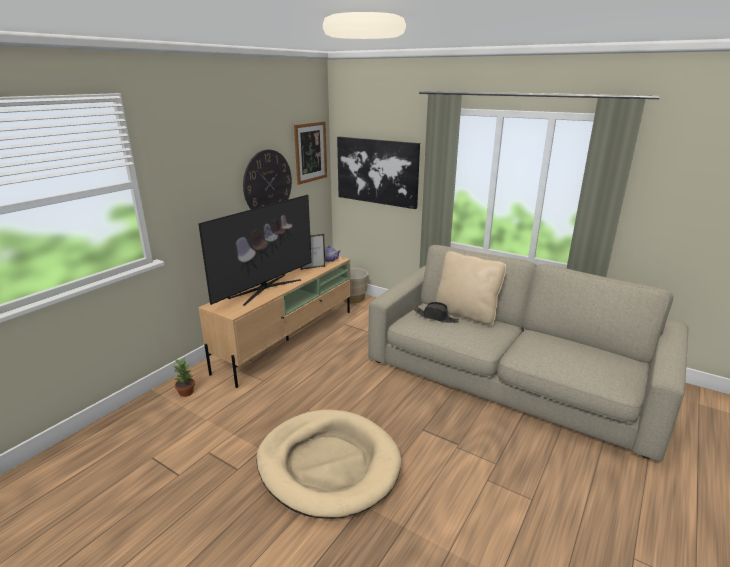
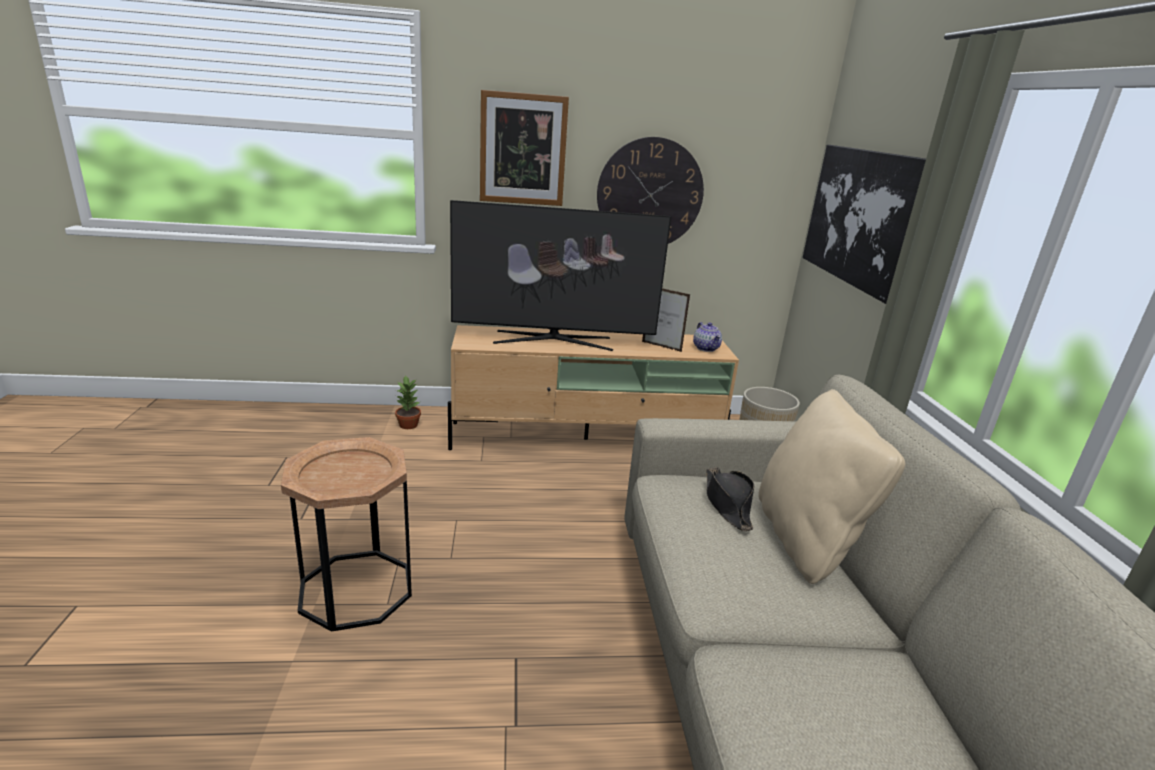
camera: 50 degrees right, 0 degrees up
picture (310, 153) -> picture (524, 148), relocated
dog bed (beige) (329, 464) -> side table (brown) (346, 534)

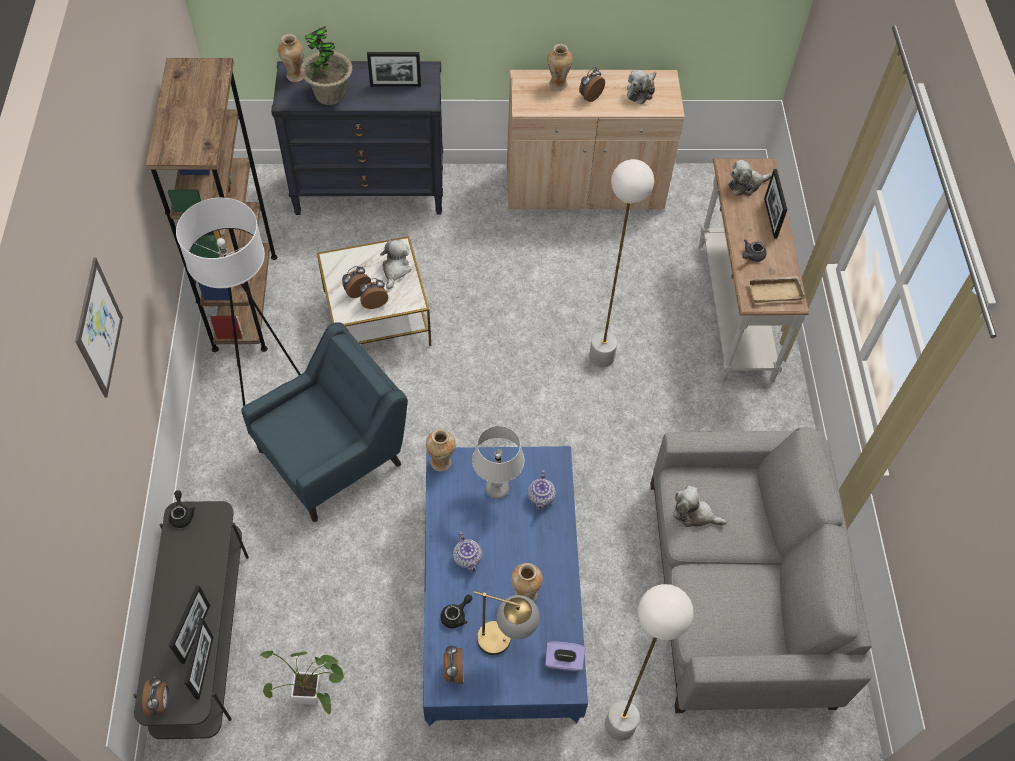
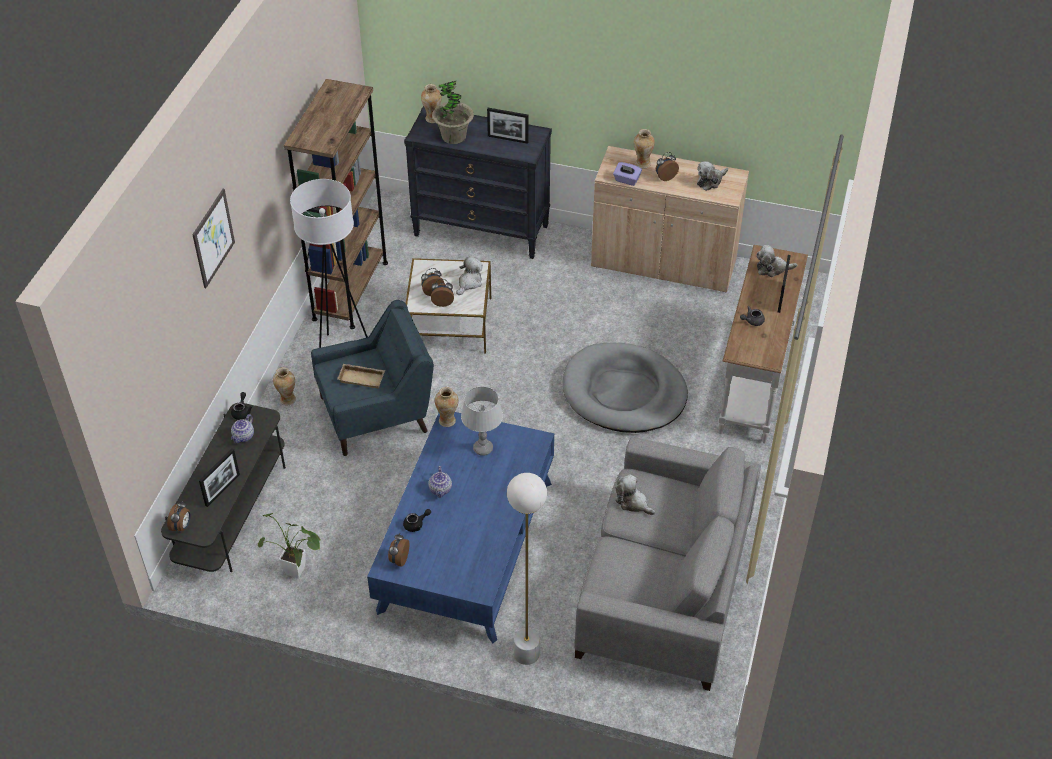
camera: 20 degrees right, 10 degrees down
floor lamp (white) (621, 263) -> dog bed (grey) (625, 388)
tray (beige) (776, 289) -> tray (beige) (361, 376), relocated
teapot (541, 490) -> teapot (242, 428), relocated
vase (527, 582) -> vase (284, 386), relocated
table lamp (507, 623) -> none
picture frame (198, 658) -> none
tissue box (purple) (565, 656) -> tissue box (purple) (627, 174), relocated

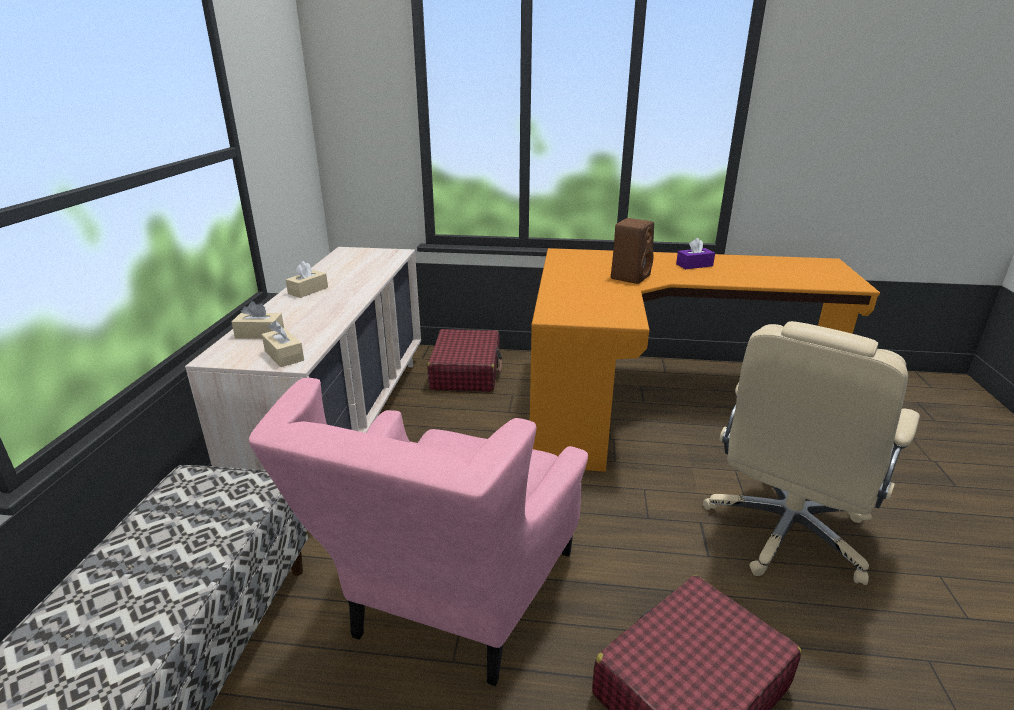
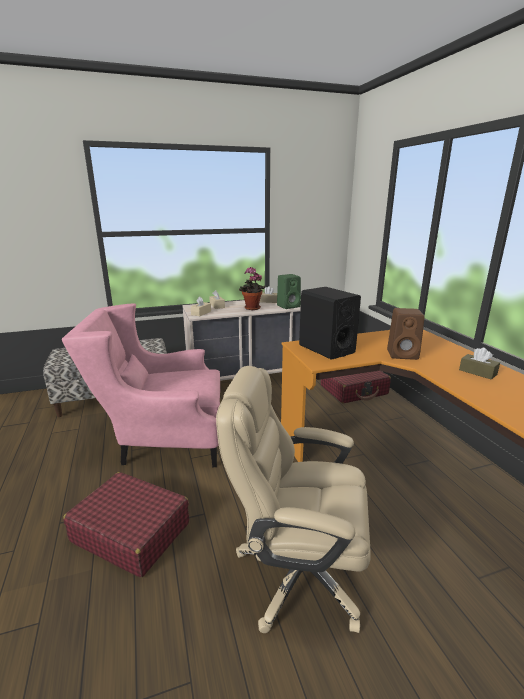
camera: 65 degrees right, 5 degrees down
tissue box (purple) (695, 253) -> tissue box (brown) (479, 364)
none -> potted plant (252, 288)
none -> speaker (green) (289, 291)
none -> speaker (black) (330, 323)

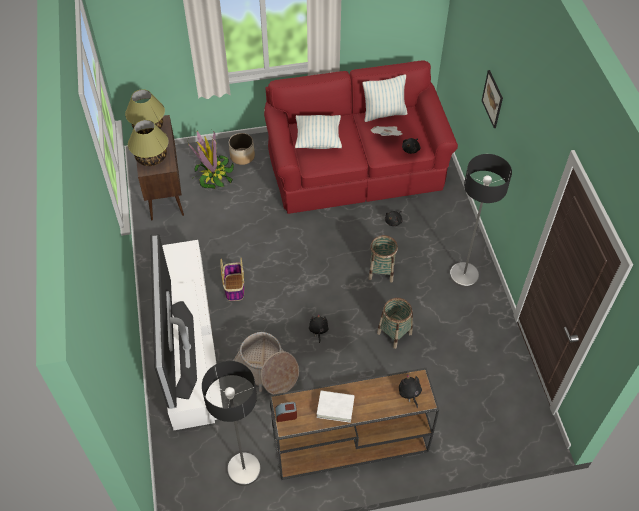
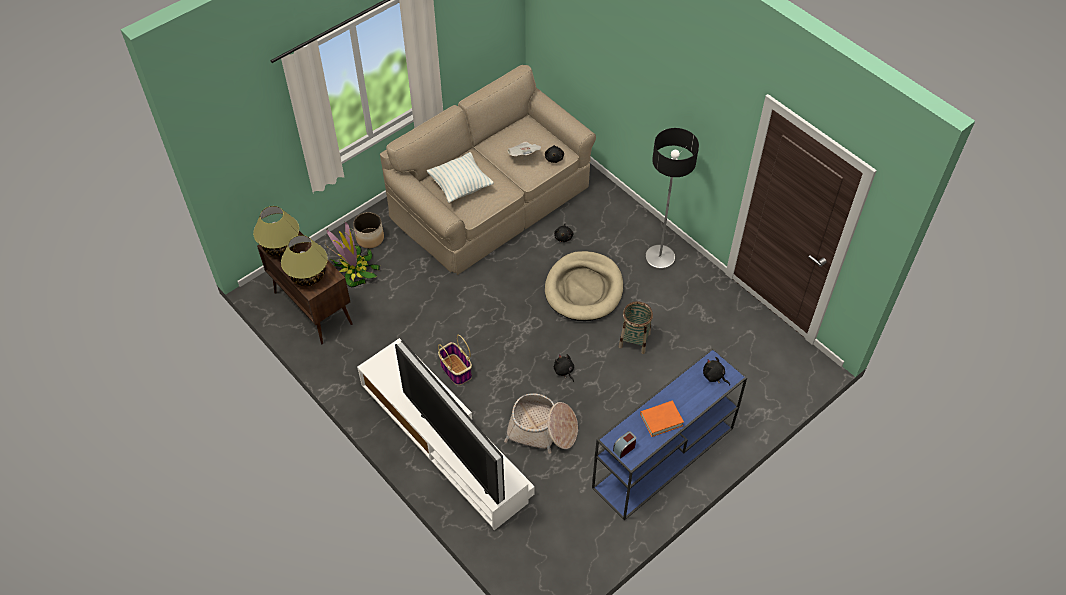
camera: 30 degrees left, 0 degrees up
sofa (red) (361, 137) -> sofa (beige) (488, 170)
picture (492, 99) -> none
pillow (385, 98) -> none
basket (383, 258) -> dog bed (beige) (584, 286)
floor lamp (231, 423) -> none
console table (brown) (354, 424) -> console table (blue) (669, 434)
book (white) (336, 407) -> book (orange) (662, 419)

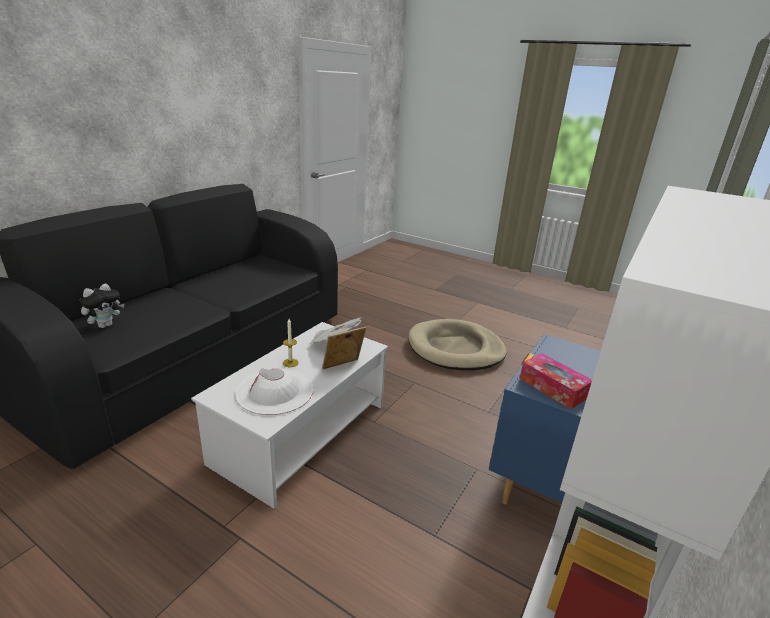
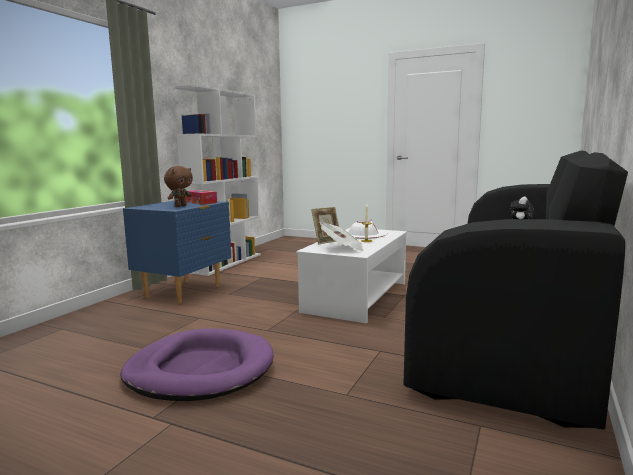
camera: 175 degrees right, 15 degrees down
dog bed (beige) (457, 344) -> dog bed (purple) (196, 364)
none -> plush toy (brown) (178, 186)

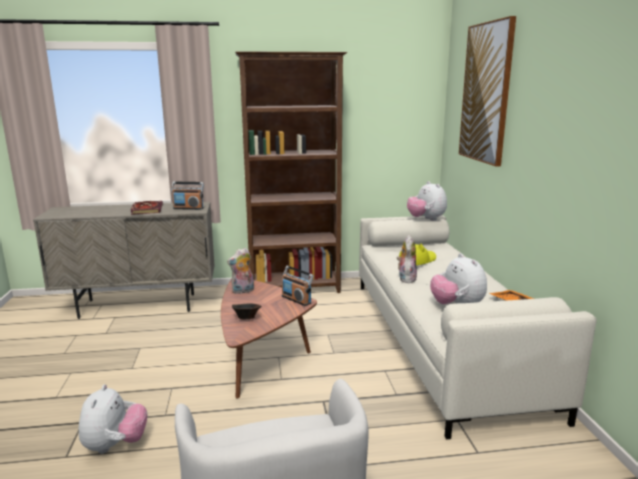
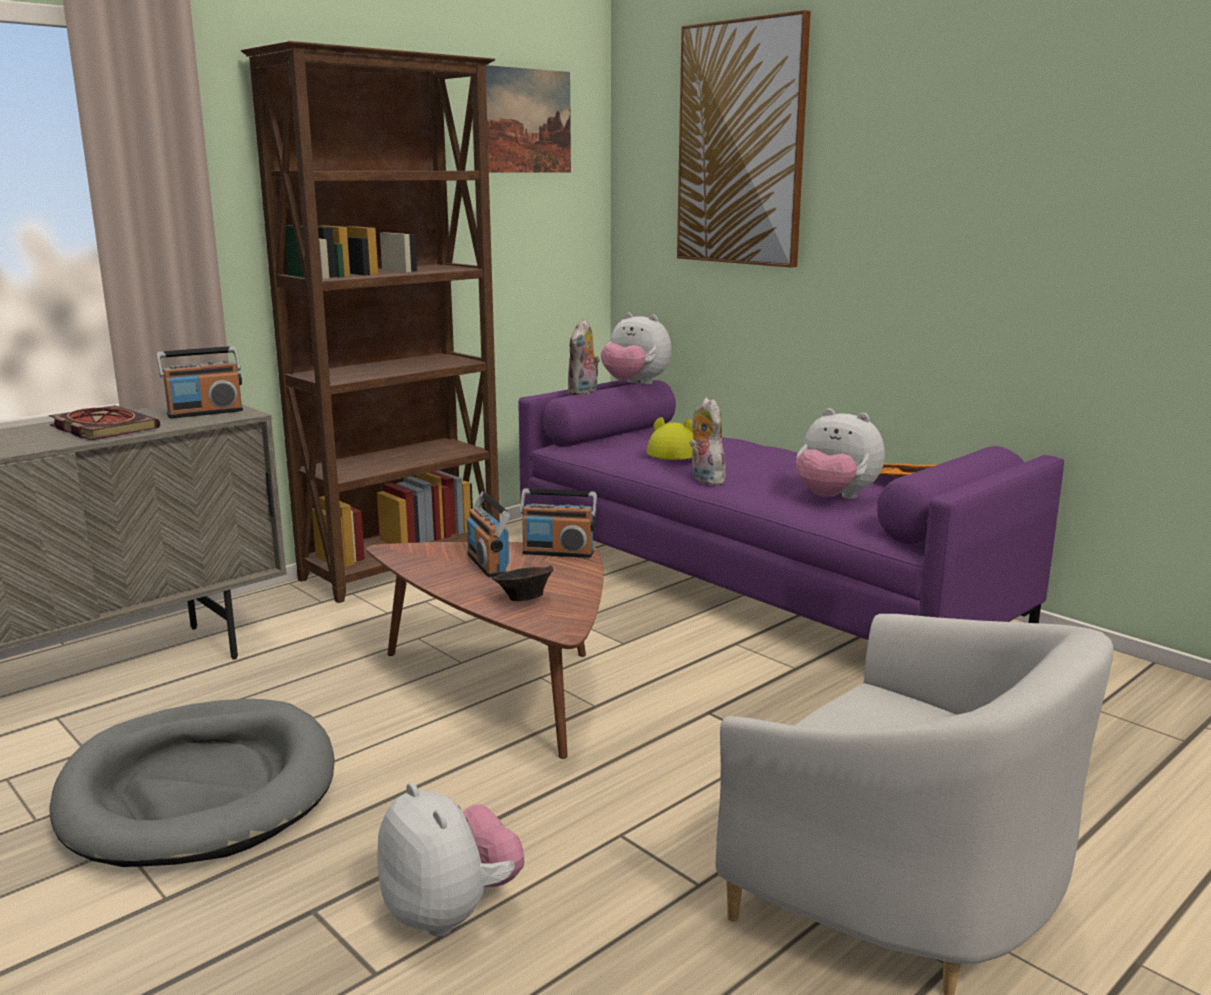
camera: 35 degrees left, 0 degrees up
sofa (beige) (478, 327) -> sofa (purple) (791, 510)
plush toy (240, 271) -> plush toy (583, 357), relocated
none -> picture (521, 119)
none -> radio (489, 534)
none -> dog bed (grey) (192, 783)

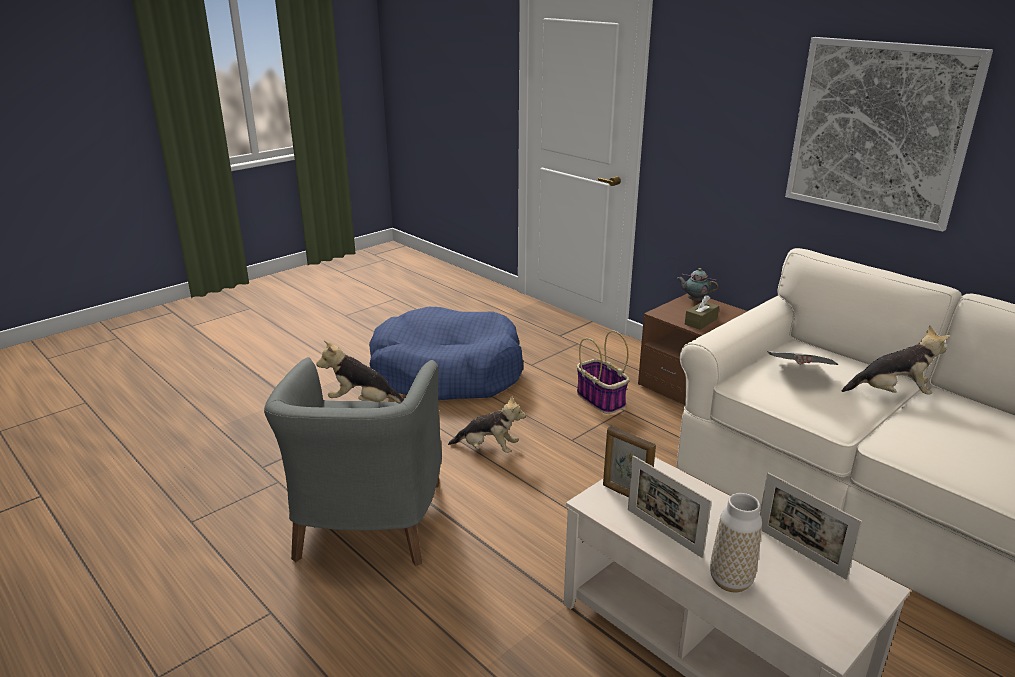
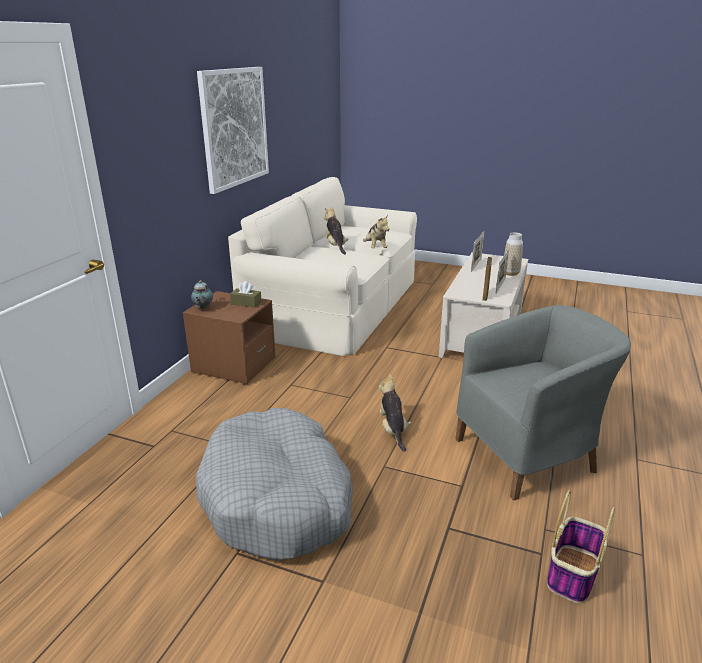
camera: 115 degrees left, 0 degrees up
dog bed (blue) (446, 353) -> dog bed (grey) (274, 484)
basket (603, 372) -> basket (581, 546), relocated
plush toy (360, 372) -> plush toy (376, 231), relocated
newspaper (803, 358) -> none

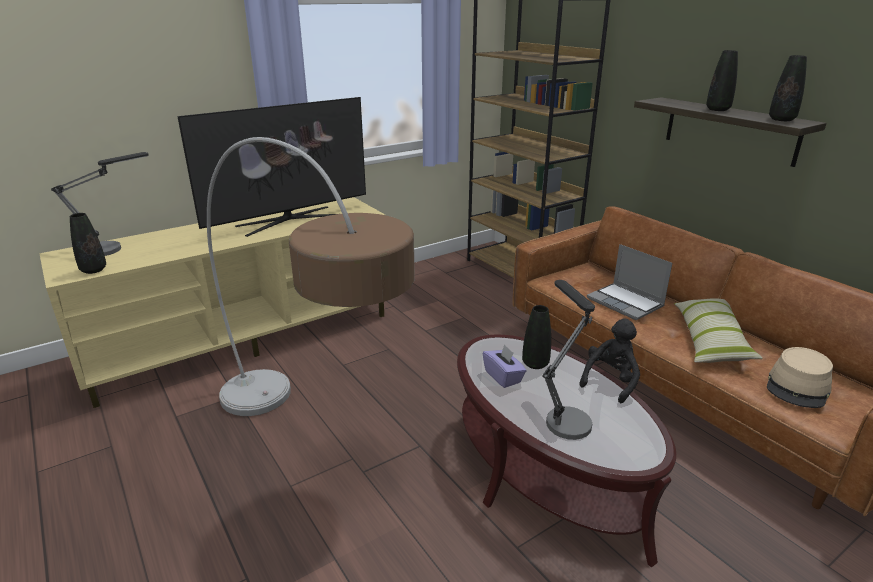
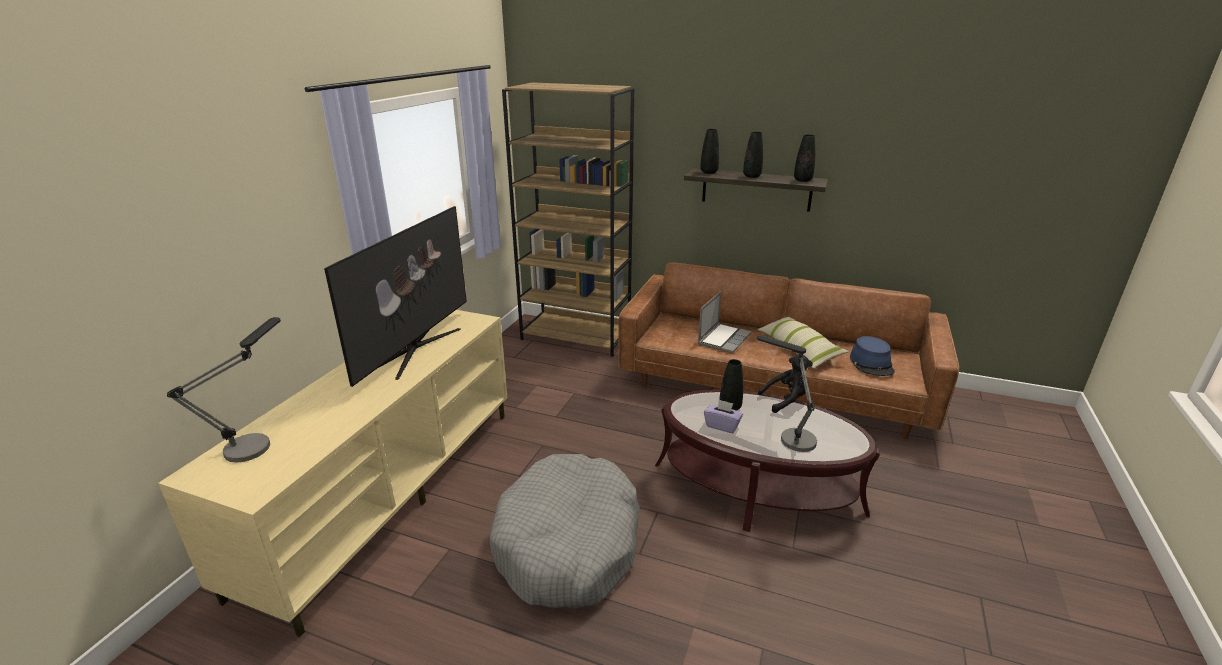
camera: 35 degrees left, 0 degrees up
floor lamp (311, 276) -> dog bed (grey) (564, 531)
vase (black) (88, 243) -> vase (black) (709, 151), relocated
laptop (629, 282) -> laptop (724, 322), 75 degrees counterclockwise
plush toy (black) (609, 360) -> plush toy (black) (785, 384), 75 degrees clockwise
hat (beige) (800, 377) -> hat (blue) (872, 356)

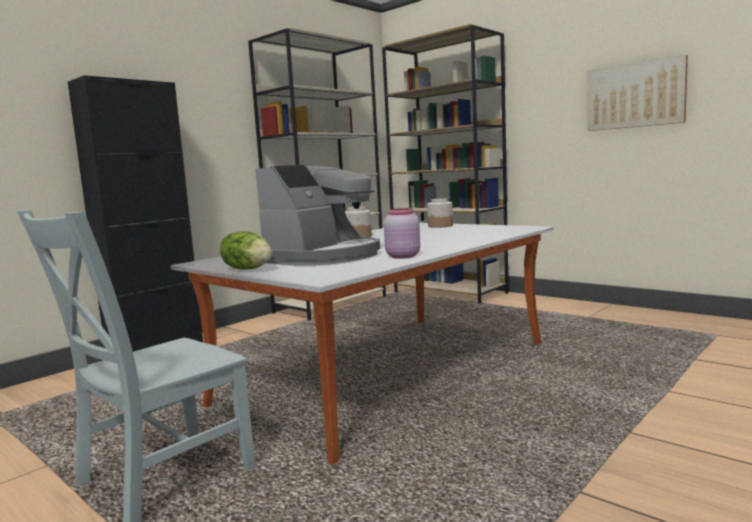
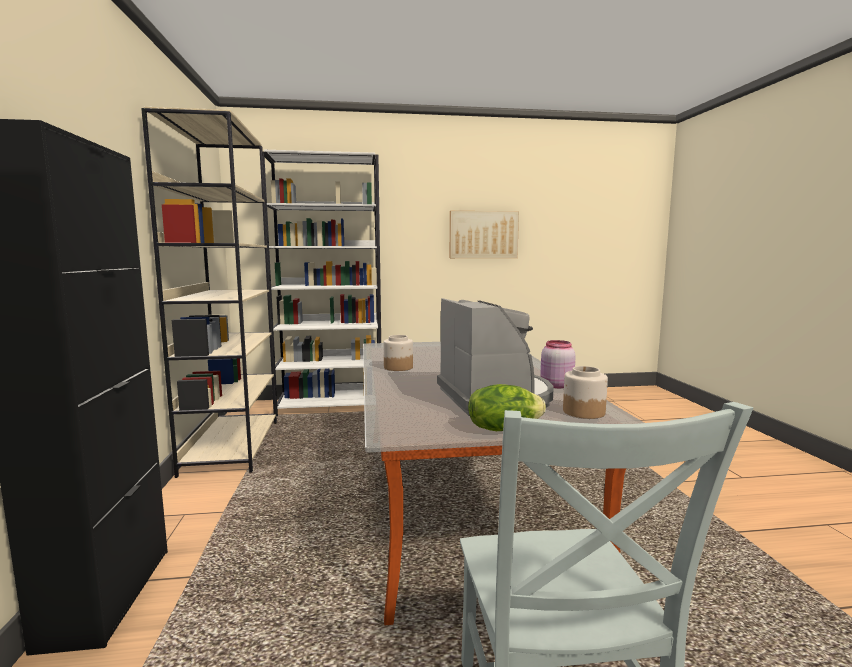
camera: 50 degrees left, 0 degrees up
bookcase (brown) (445, 164) -> bookcase (white) (322, 283)
jar (440, 213) -> jar (585, 392), relocated

